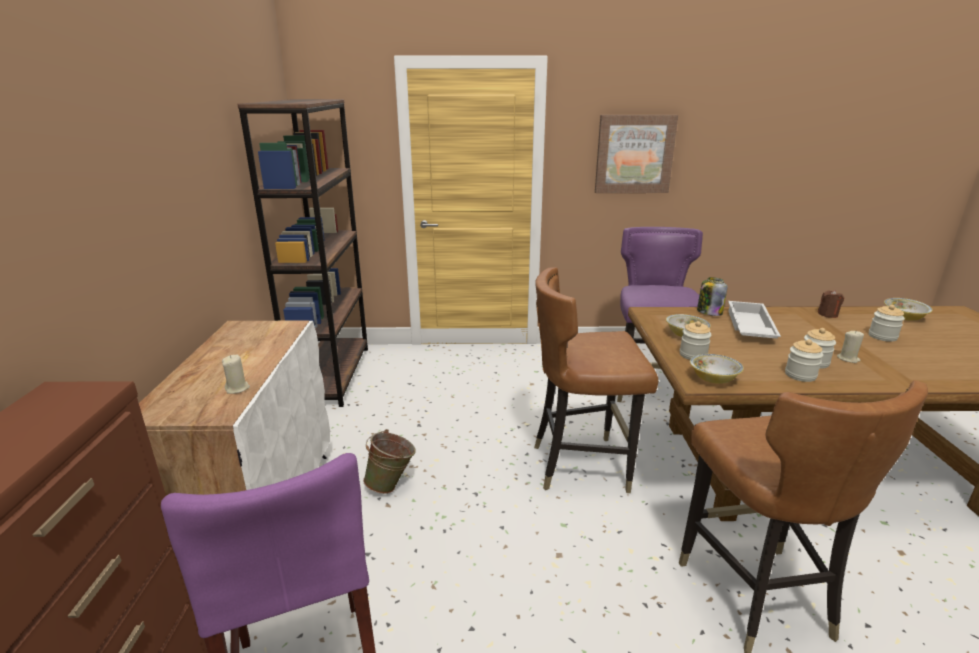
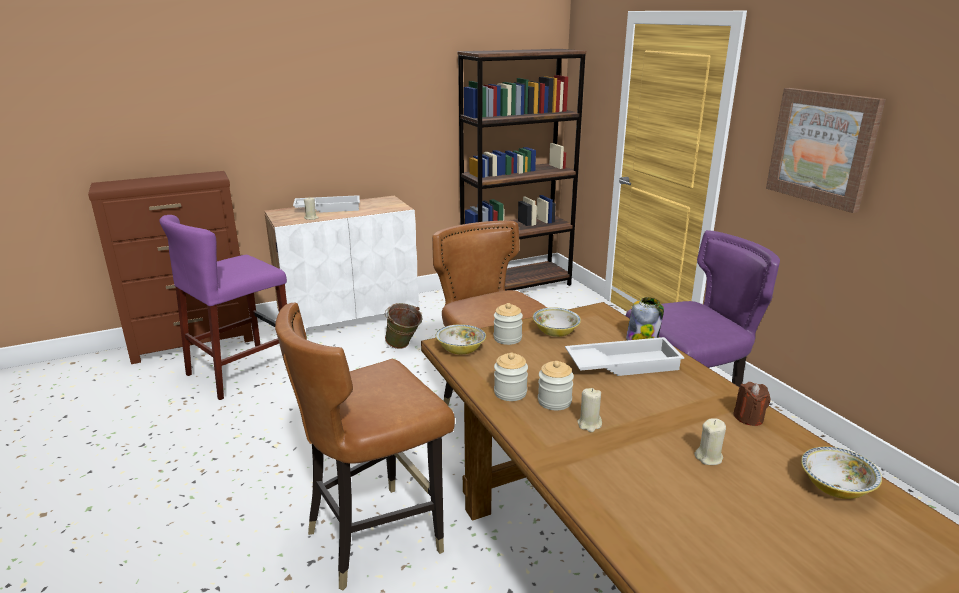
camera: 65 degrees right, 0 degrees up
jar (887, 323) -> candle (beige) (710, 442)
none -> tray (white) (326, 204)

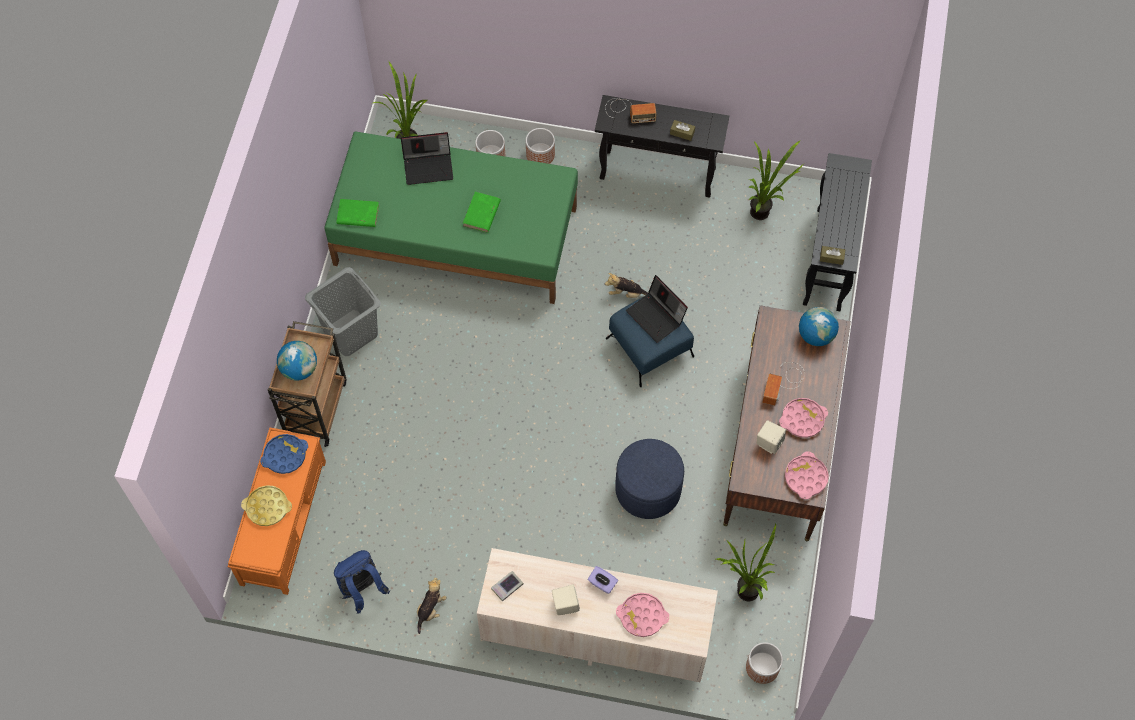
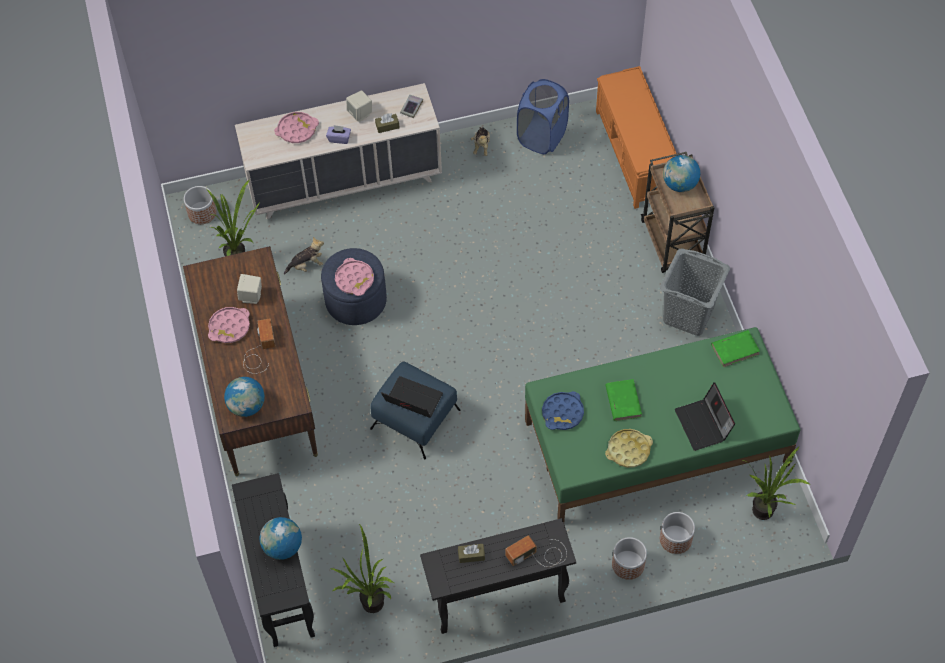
camera: 155 degrees right, 5 degrees down
laptop (427, 158) -> laptop (705, 416), 75 degrees counterclockwise
tissue box (brown) (832, 255) -> tissue box (brown) (387, 123), relocated
plush toy (626, 285) -> plush toy (304, 255), relocated
tray (blue) (284, 454) -> tray (blue) (563, 410), relocated
tray (pink) (807, 475) -> tray (pink) (354, 277), relocated
tray (yellow) (266, 505) -> tray (yellow) (629, 448), relocated
backpack (blue) (362, 581) -> laundry basket (blue) (543, 116)
none -> globe (281, 538)

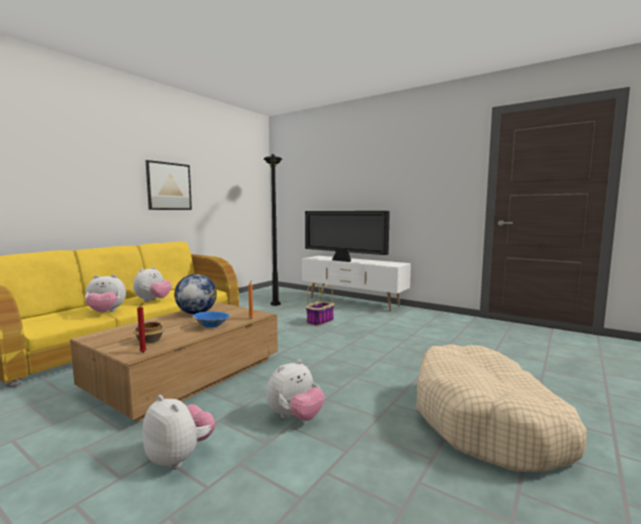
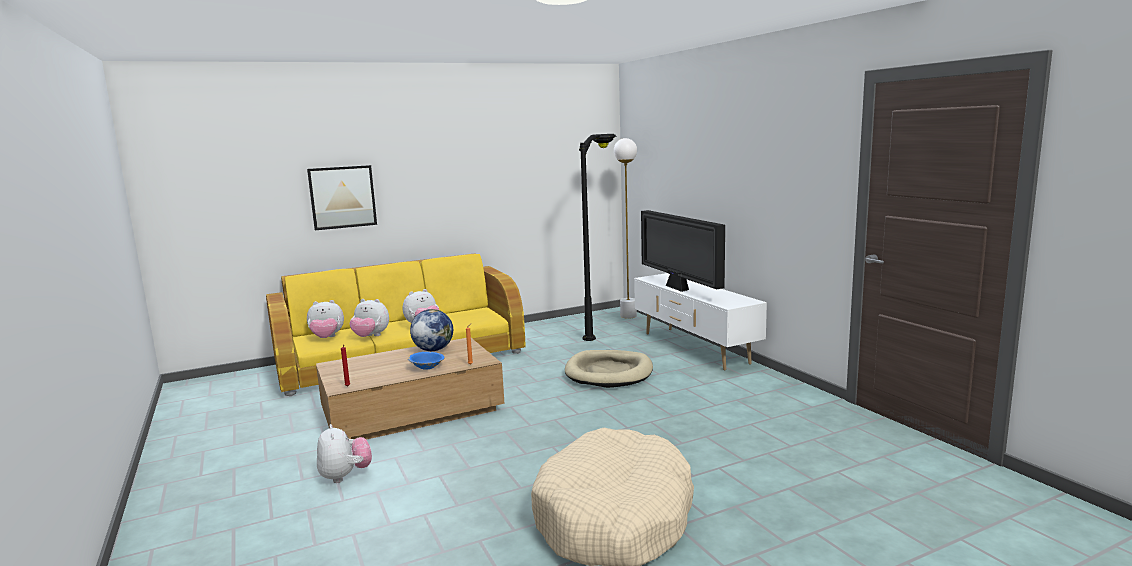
camera: 30 degrees right, 5 degrees up
picture (169, 185) -> picture (342, 197), relocated
basket (320, 304) -> dog bed (beige) (609, 369)
bowl (149, 333) -> none
plush toy (295, 390) -> plush toy (325, 319), relocated
none -> floor lamp (white) (625, 228)

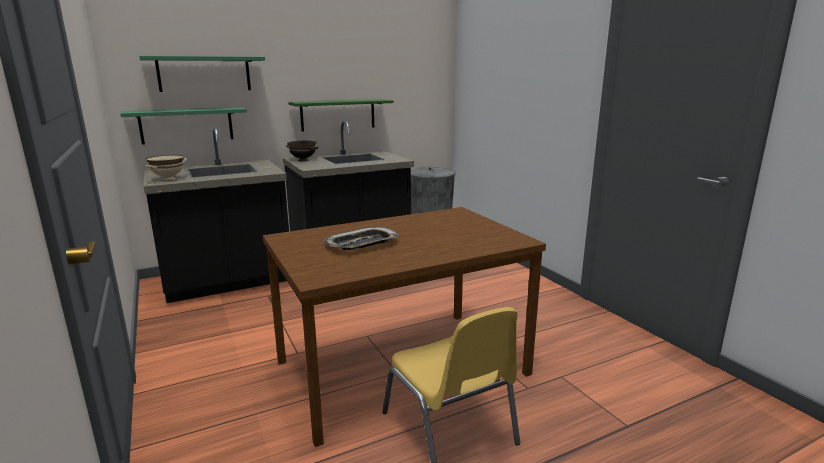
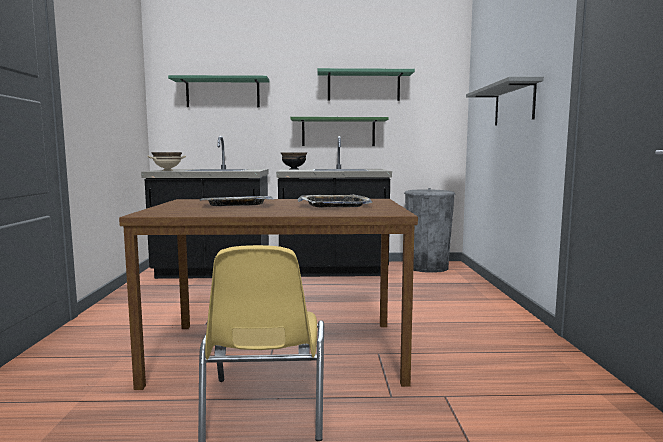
camera: 25 degrees right, 10 degrees down
shelf (green) (183, 126) -> shelf (green) (366, 84), relocated
none -> shelf (grey) (505, 101)
none -> tray (334, 201)

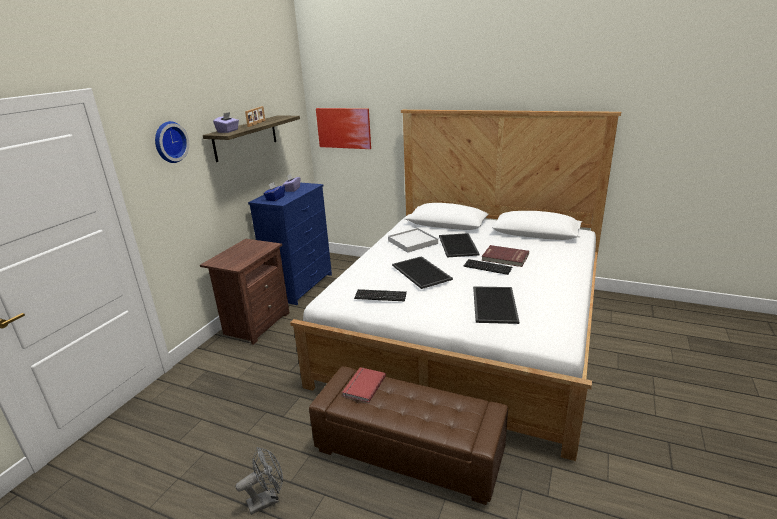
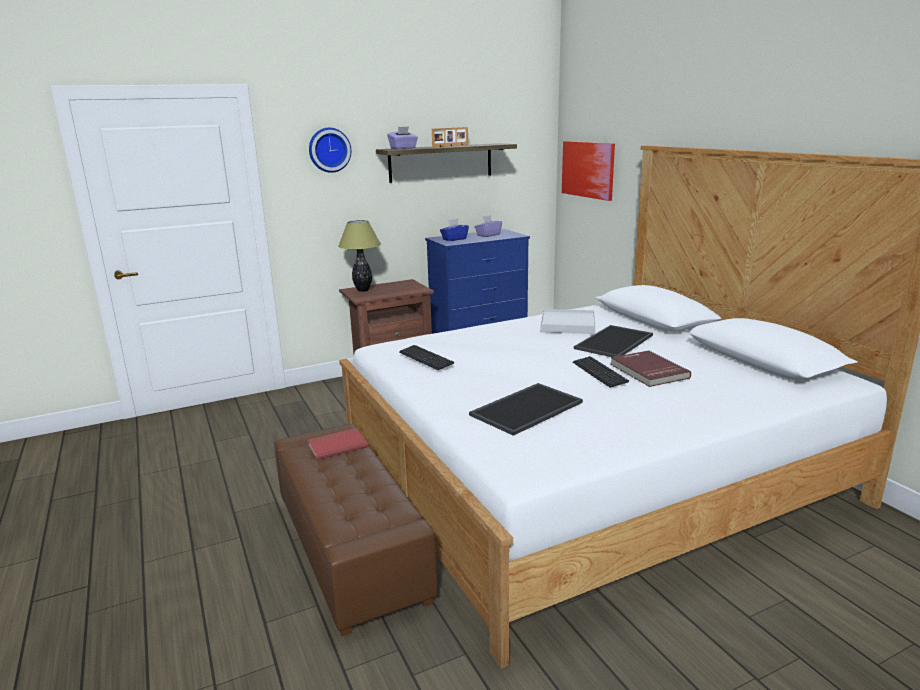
camera: 40 degrees right, 5 degrees down
tray (422, 272) -> none
fan (grey) (259, 481) -> none
none -> table lamp (359, 256)

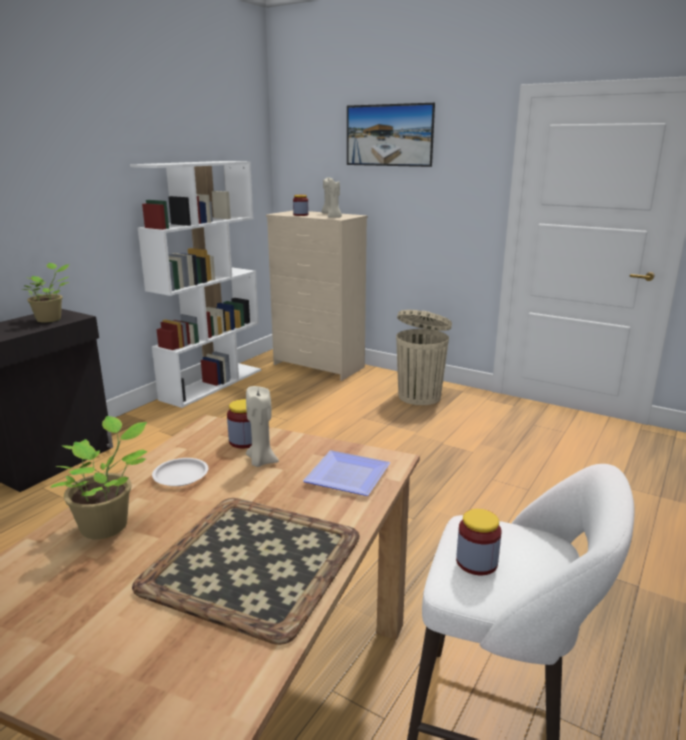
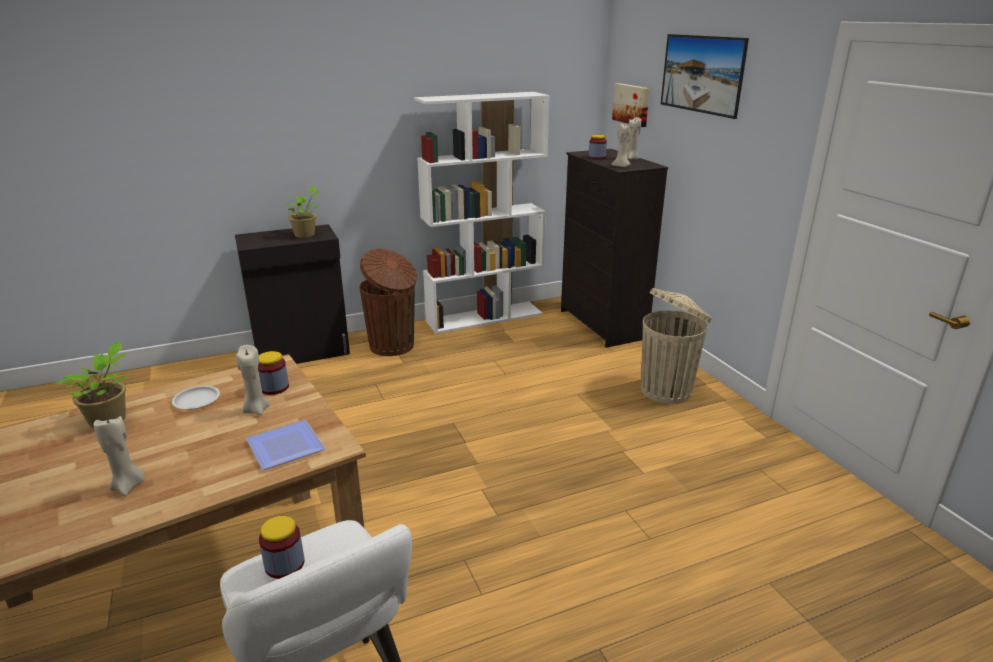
camera: 35 degrees right, 5 degrees up
dresser (beige) (316, 296) -> dresser (black) (614, 248)
tray (246, 571) -> candle (beige) (119, 456)
none -> picture (631, 105)
none -> trash can (brown) (388, 302)

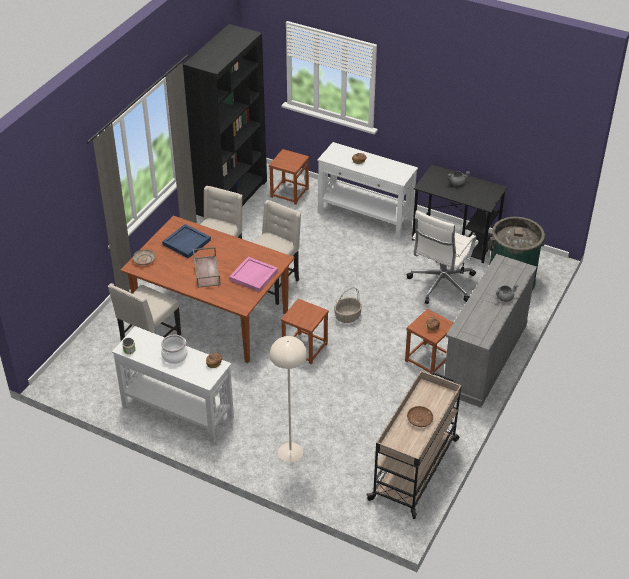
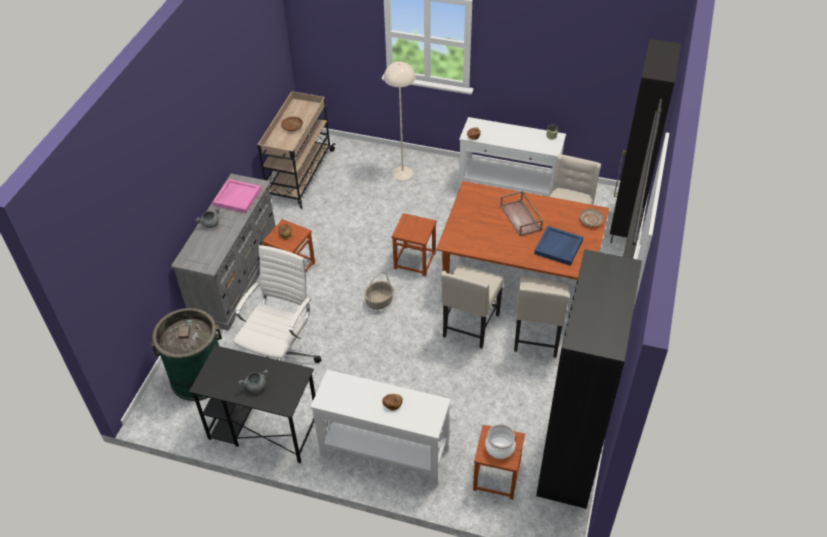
camera: 170 degrees right, 5 degrees up
tray (pink) (253, 274) -> tray (pink) (237, 196), relocated
cooking pot (174, 349) -> cooking pot (500, 441), relocated
none -> cabinet (black) (645, 141)

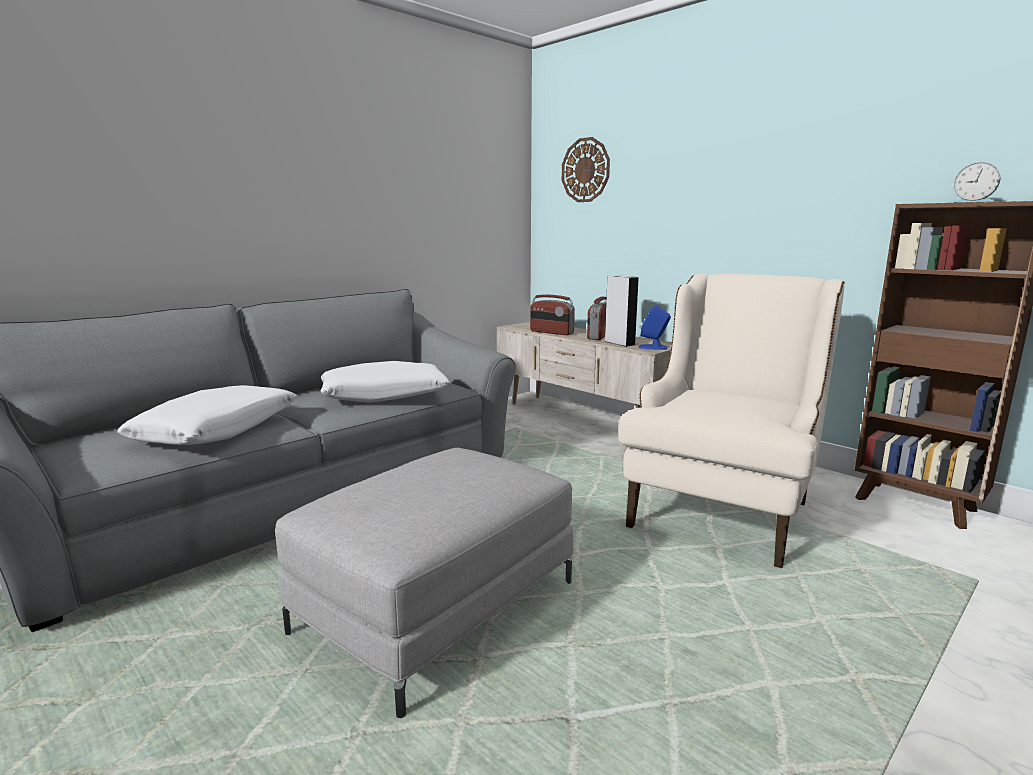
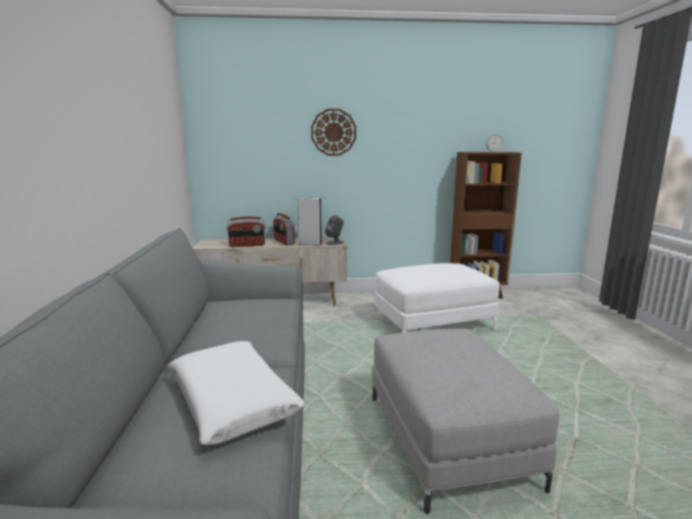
camera: 50 degrees left, 0 degrees up
wall clock (586, 169) -> wall clock (333, 132), relocated
armchair (beige) (732, 421) -> ottoman (white) (437, 298)
speaker (blue) (655, 327) -> speaker (grey) (334, 230)
pillow (white) (385, 382) -> none

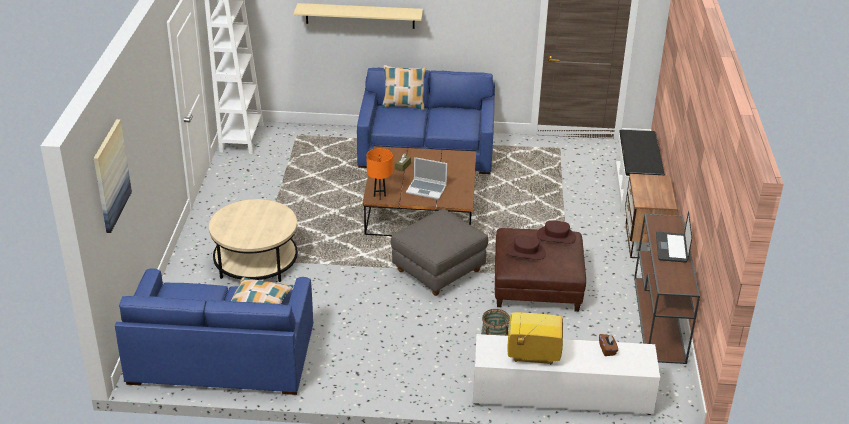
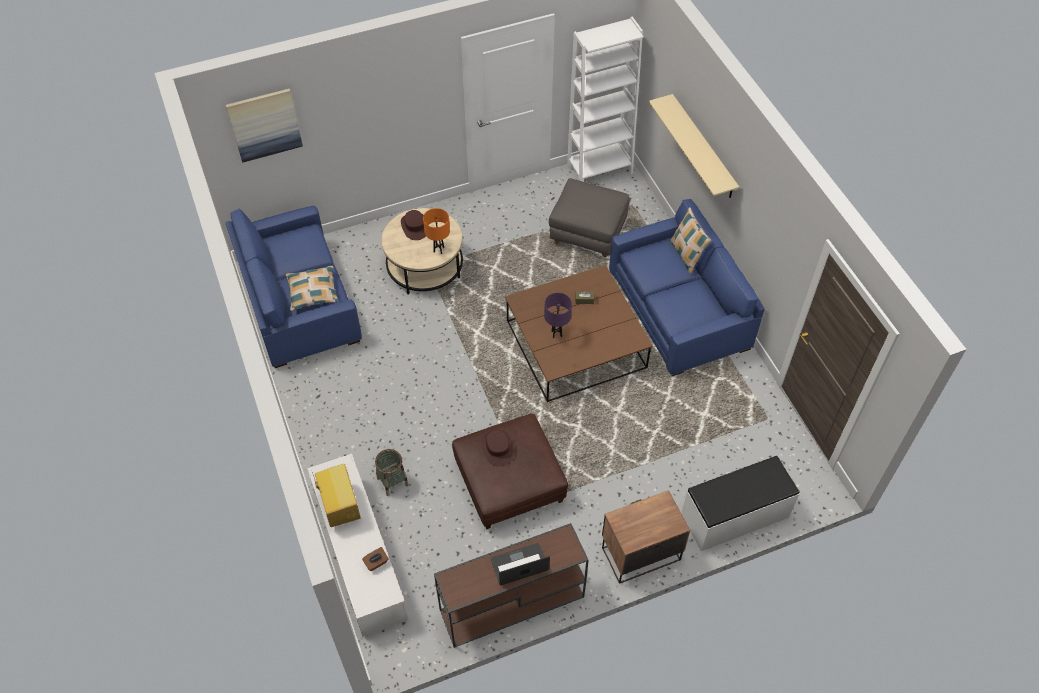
camera: 65 degrees right, 20 degrees up
table lamp (orange) (379, 174) -> table lamp (orange) (436, 231), relocated
laptop (426, 178) -> table lamp (purple) (558, 315)
ottoman (grey) (439, 252) -> ottoman (grey) (589, 217), relocated
hat (brown) (556, 232) -> hat (brown) (415, 225), relocated

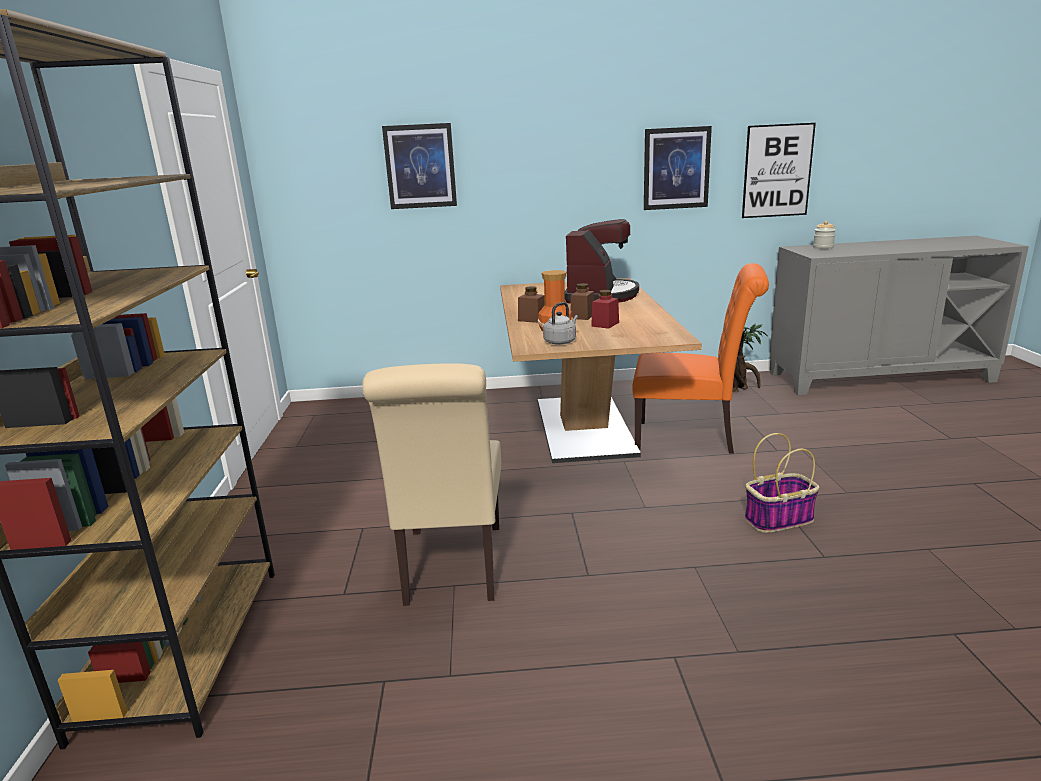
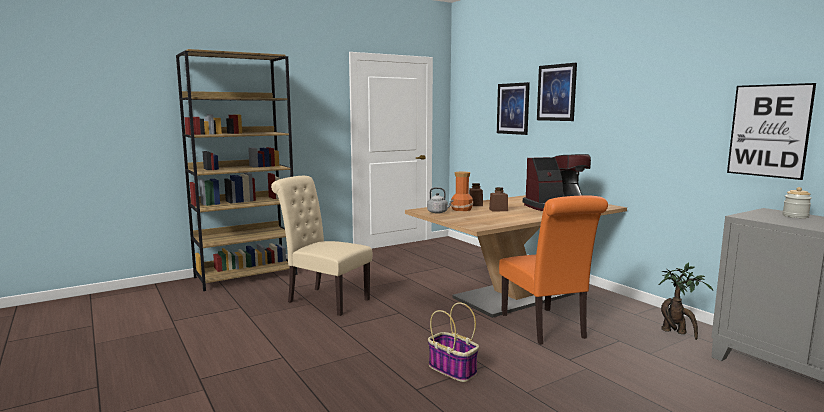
camera: 60 degrees right, 10 degrees down
picture (678, 168) -> picture (557, 92), relocated
jar (red) (605, 309) -> none
chair (beige) (432, 484) -> chair (beige) (321, 246), 60 degrees clockwise

